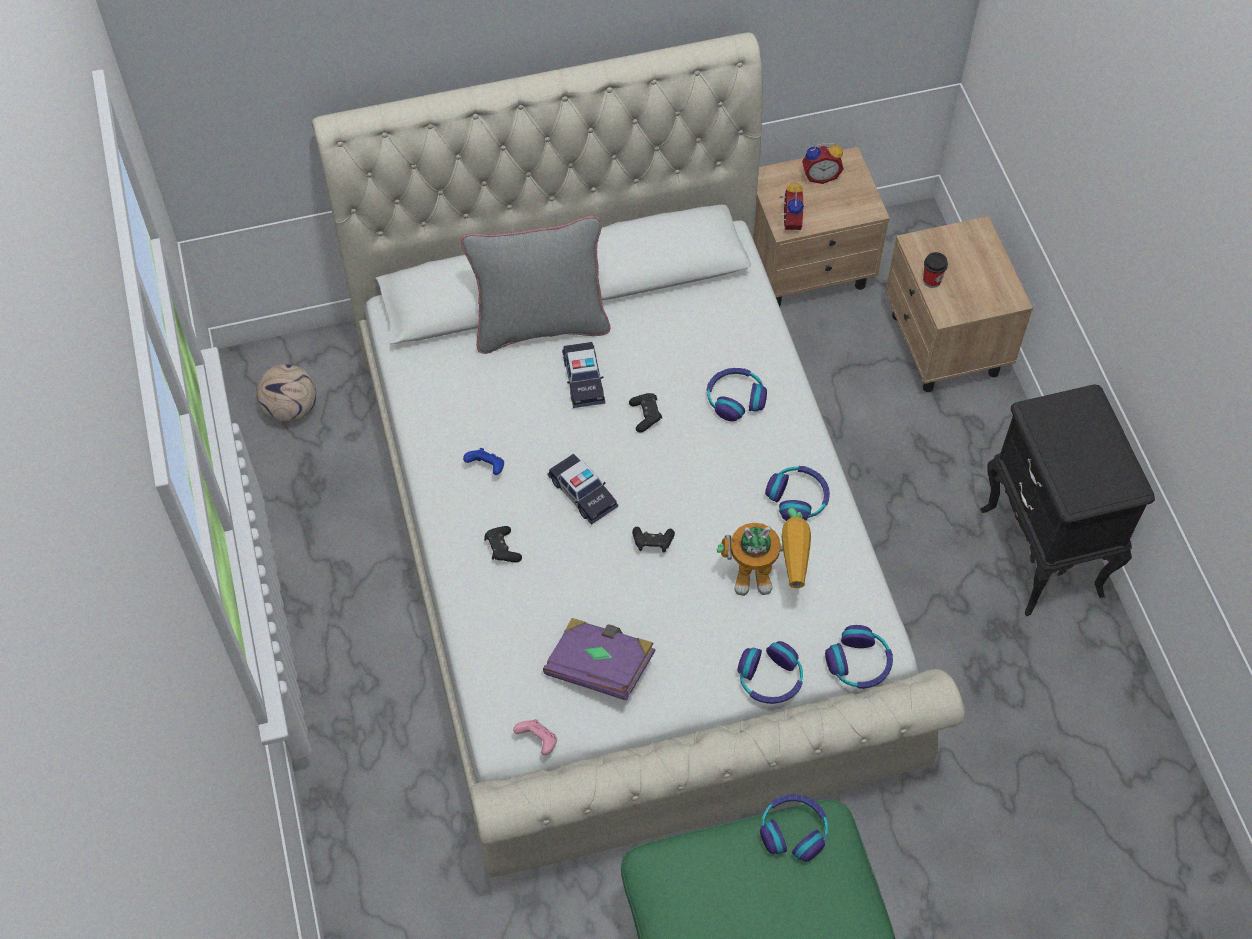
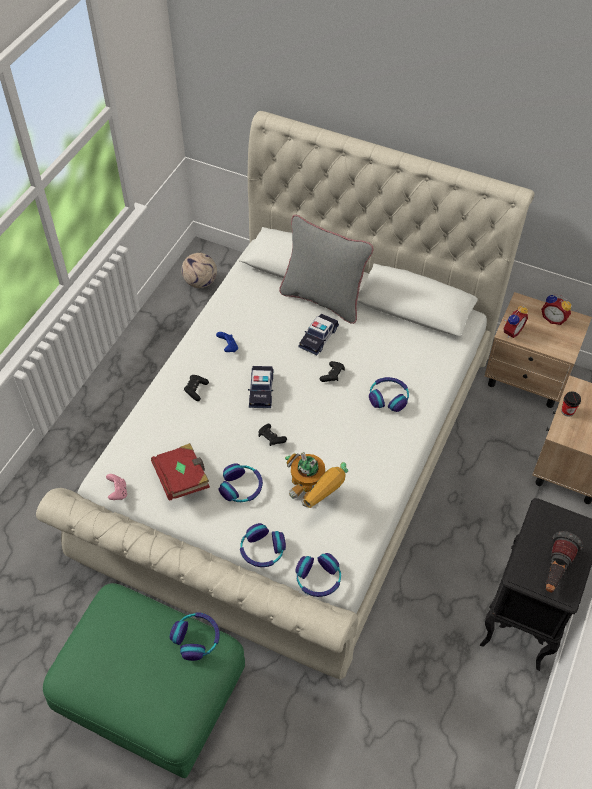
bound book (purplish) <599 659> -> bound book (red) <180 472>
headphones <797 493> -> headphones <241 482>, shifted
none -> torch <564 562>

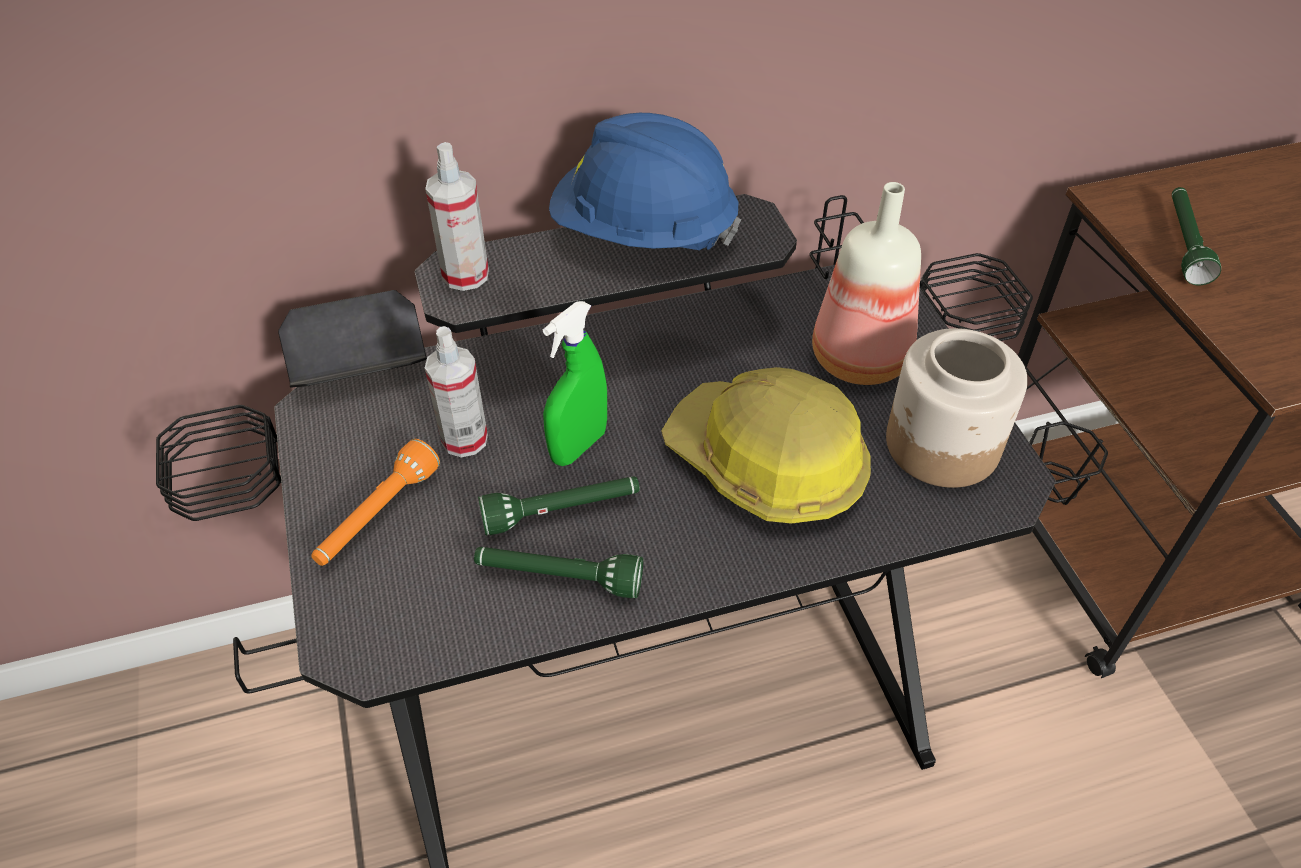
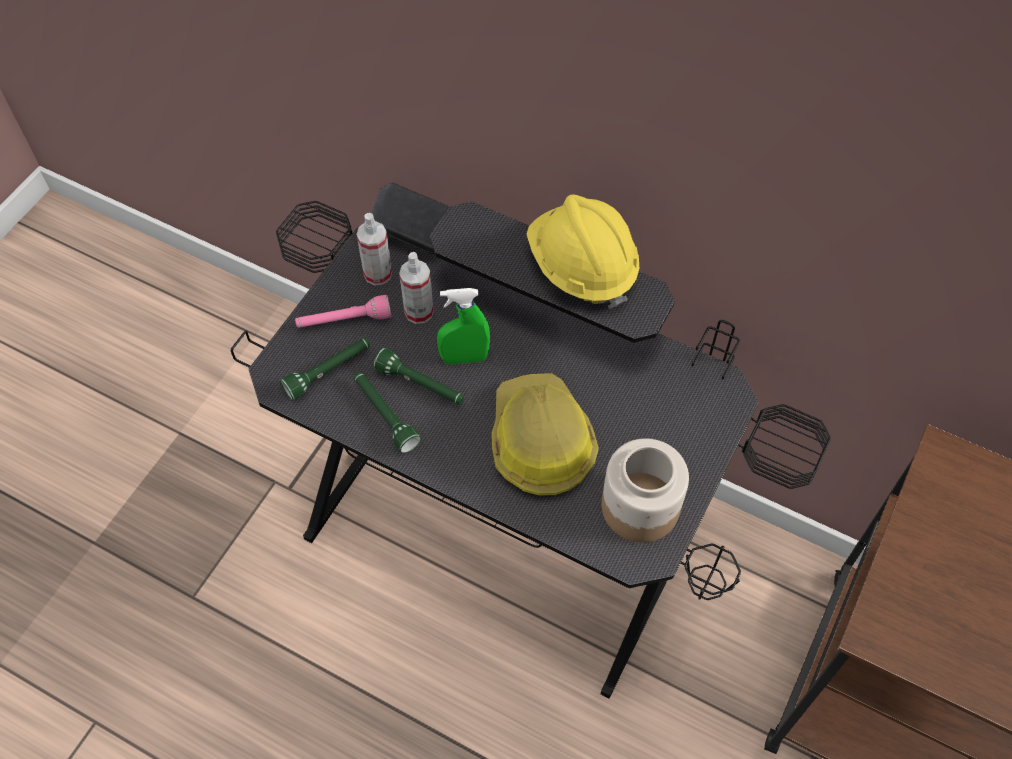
torch (green-coloured) <1196 236> -> torch (green-coloured) <325 369>, shifted
torch (orange) <375 502> -> torch (pinkish) <343 311>
hand sprayer <457 216> -> hand sprayer <374 249>, shifted
work helmet (blue-coloured) <645 181> -> work helmet (yellow) <583 251>
drink bottle <866 283> -> none

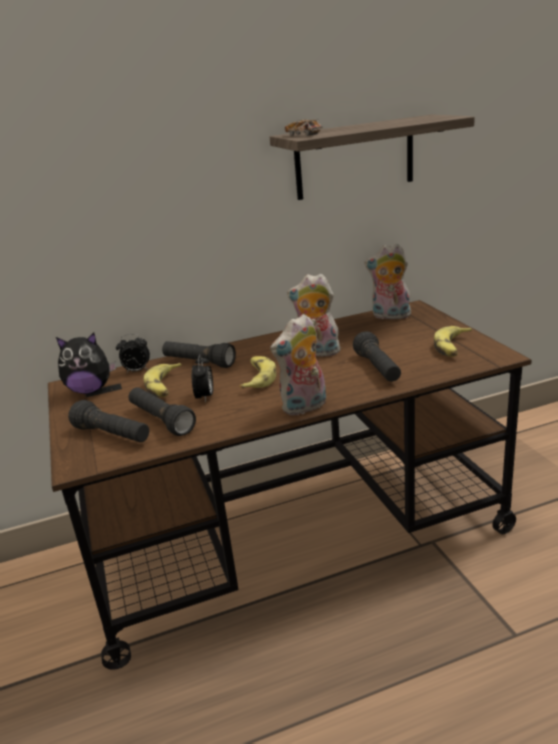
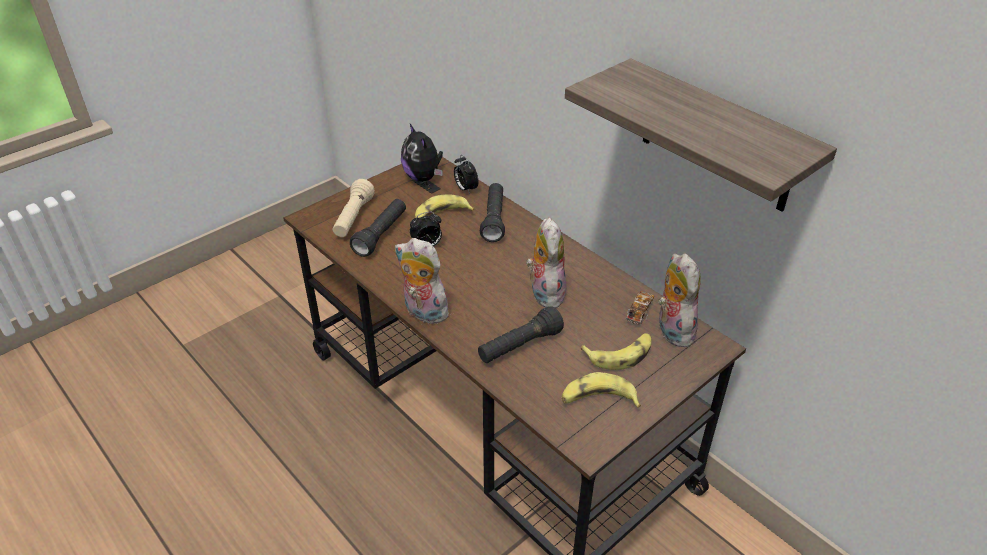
torch (blackish) <108 421> -> torch (beige) <354 208>
banana fruit <257 372> -> banana fruit <616 351>, shifted
model car <304 127> -> model car <639 307>, shifted

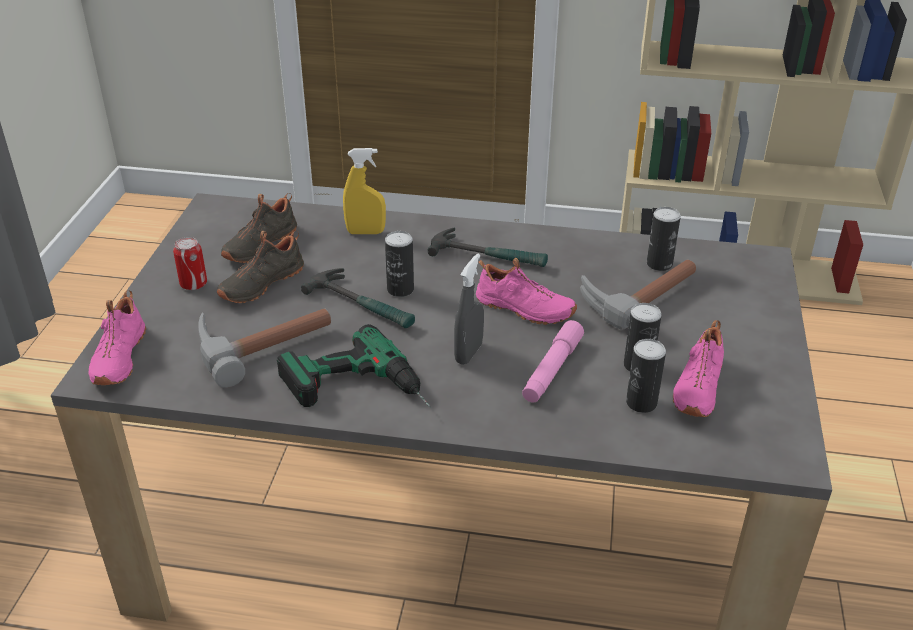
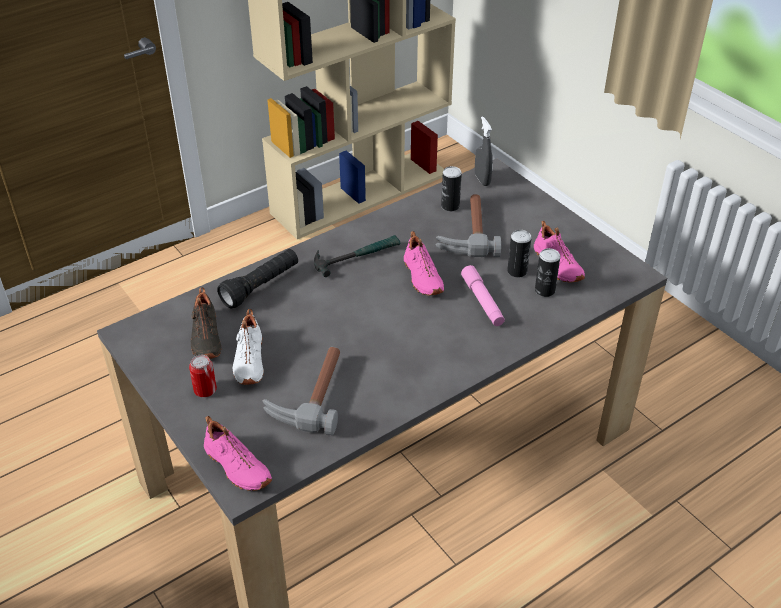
hand sprayer (yellow) <364 191> -> torch (blackish) <257 279>
shoe (blackish) <260 267> -> shoe (white) <248 347>
shoe (pinkish) <526 291> -> shoe (pinkish) <424 263>, 90 degrees clockwise
hand sprayer (grey) <469 309> -> hand sprayer (grey) <484 151>, shifted
power drill <354 365> -> none
hammer <358 298> -> none
sealed can <399 264> -> none

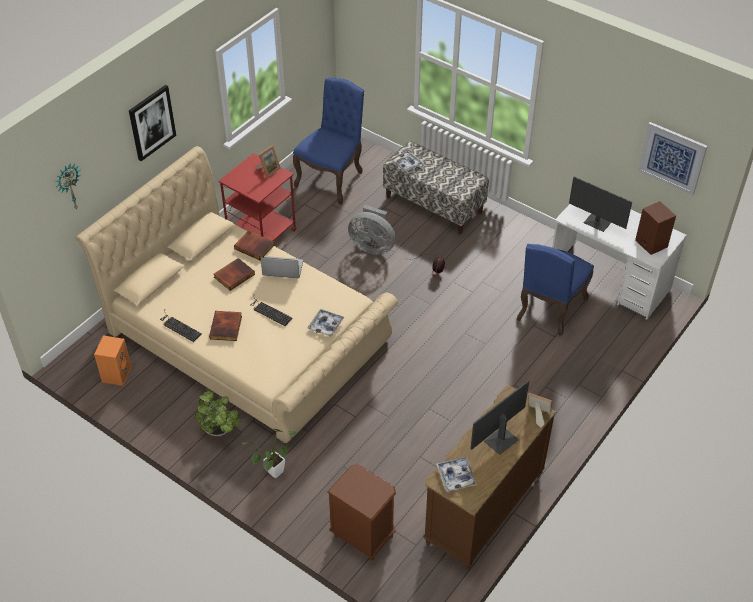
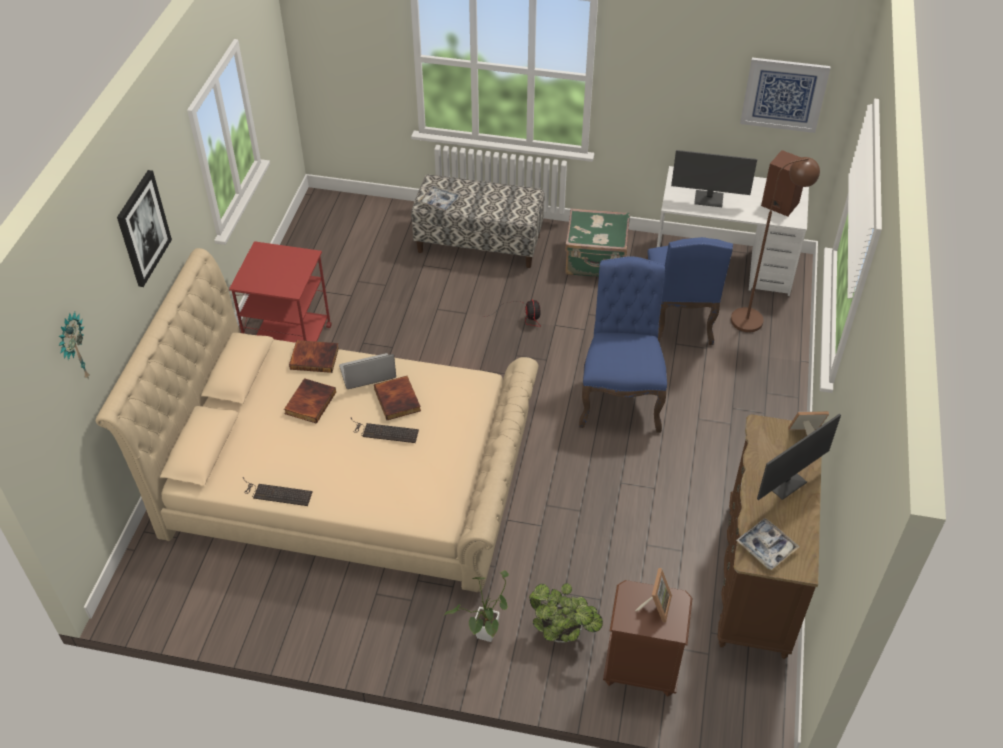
bound book <225 326> -> bound book <397 398>, shifted
houseplant <218 413> -> houseplant <566 613>, shifted
none -> suitcase (green-coloured) <597 242>
plain chair (blue-coloured) <328 141> -> plain chair (blue-coloured) <623 344>, shifted
standing frame <268 162> -> standing frame <653 595>, shifted
none -> floor lamp (brown-coloured) <775 245>
computer display <499 417> -> computer display <799 457>, 150 degrees counterclockwise
audio speaker (orange) <112 360> -> none
serving tray <326 323> -> none
fan (grey) <371 230> -> none

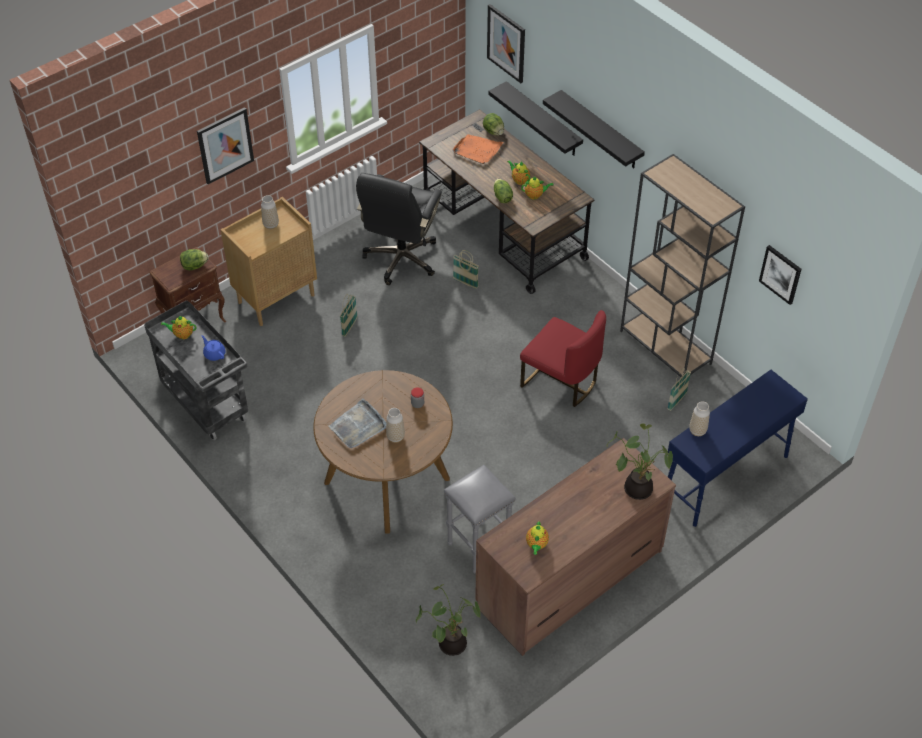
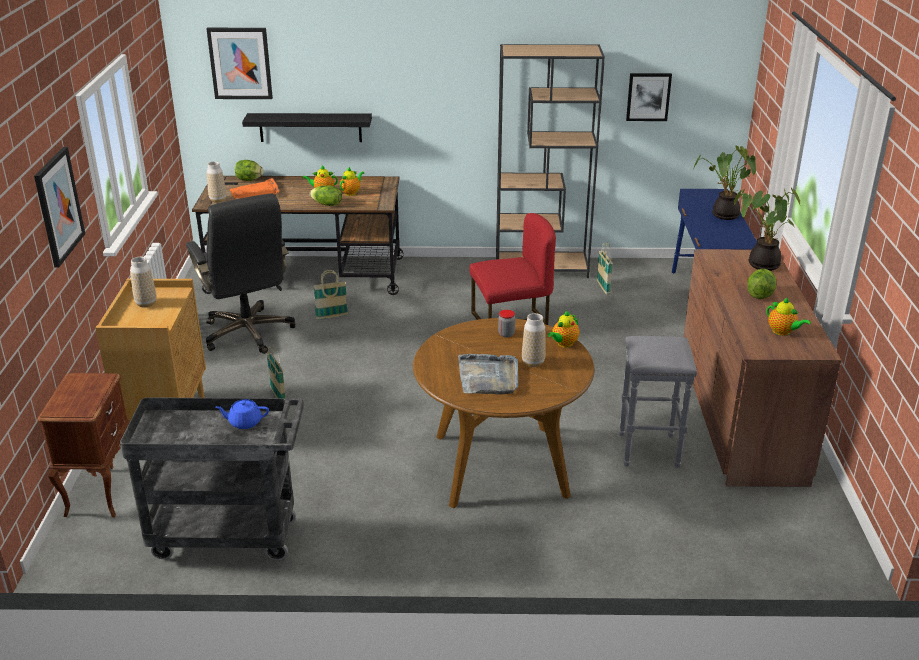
flower vase <699 418> -> flower vase <216 182>, shifted
teapot <178 327> -> teapot <563 328>, shifted
houseplant <448 620> -> houseplant <725 183>, shifted
head of lettuce <194 259> -> head of lettuce <761 284>, shifted
bracket shelf (blackish) <594 129> -> none

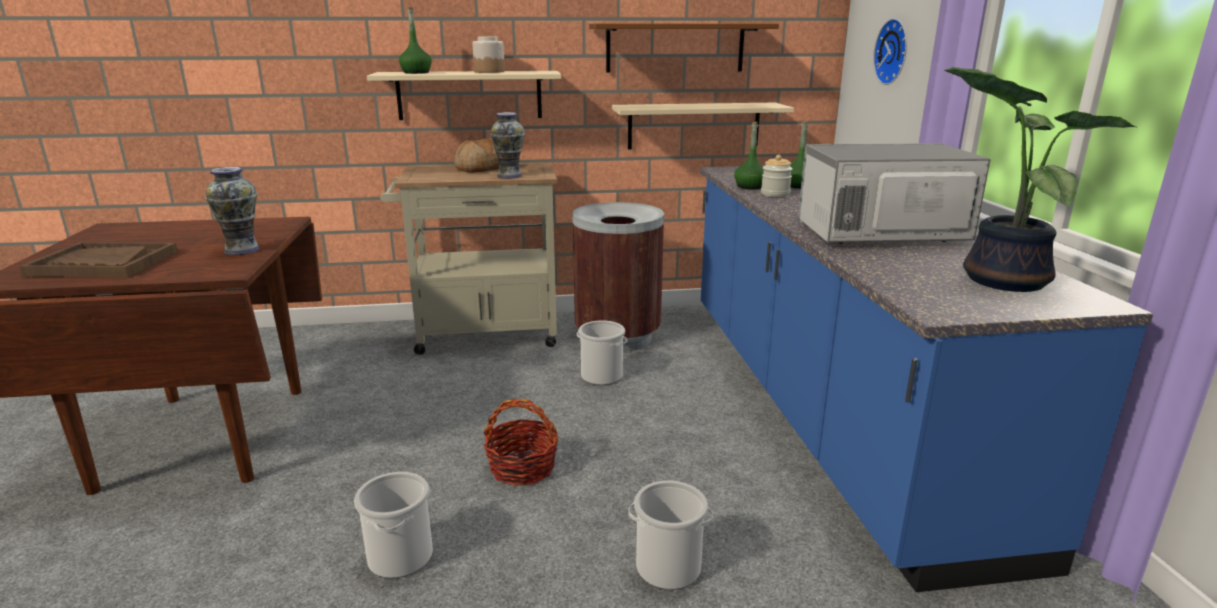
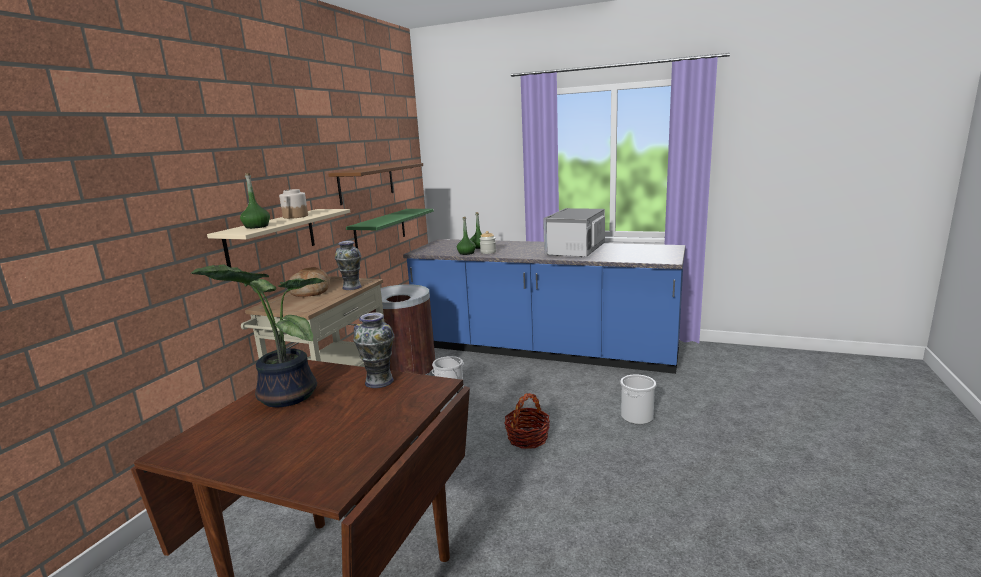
houseplant <1040 179> -> houseplant <257 335>, shifted
bracket shelf (beige) <703 126> -> bracket shelf (green-coloured) <390 229>
serving tray (brown-coloured) <98 259> -> none
water bucket <393 525> -> none
wall clock <890 51> -> none

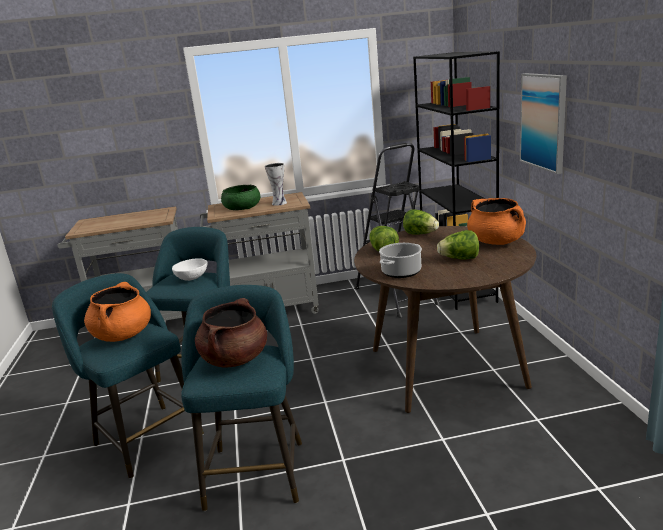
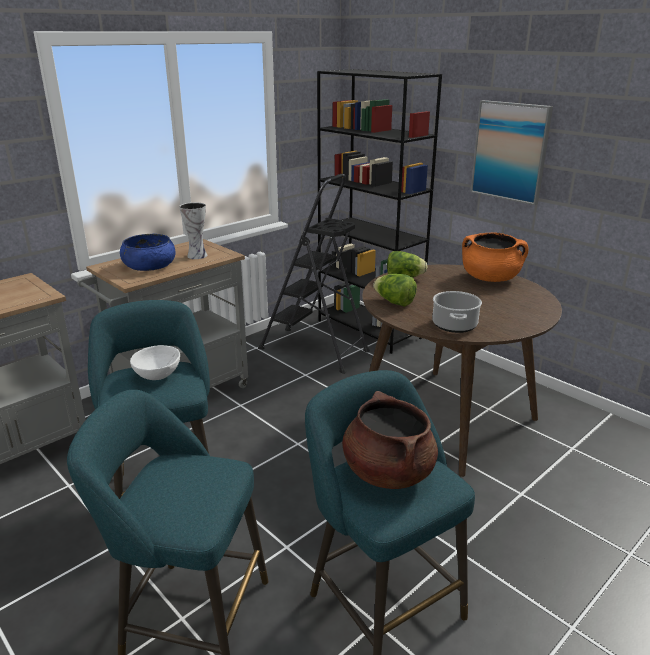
serving bowl (green-coloured) <240 197> -> serving bowl (blue-coloured) <148 252>
saucepot (orange) <117 312> -> none
head of lettuce <458 245> -> none

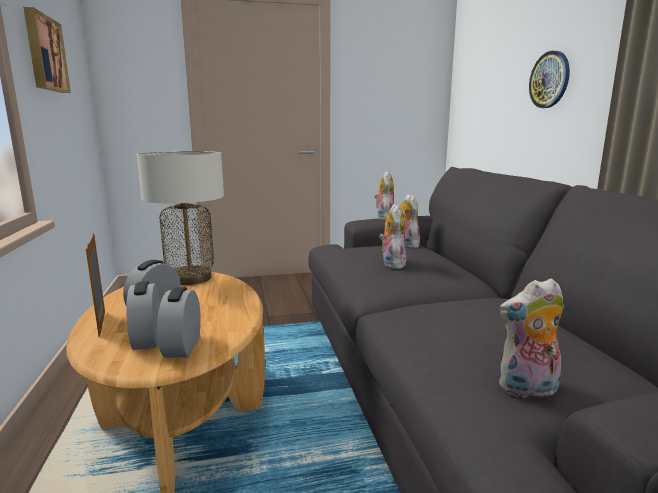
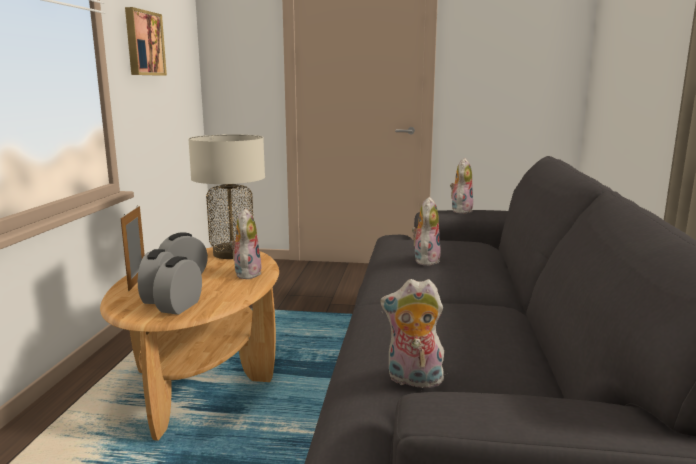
plush toy <410 221> -> plush toy <246 244>, shifted
wall clock <549 79> -> none

